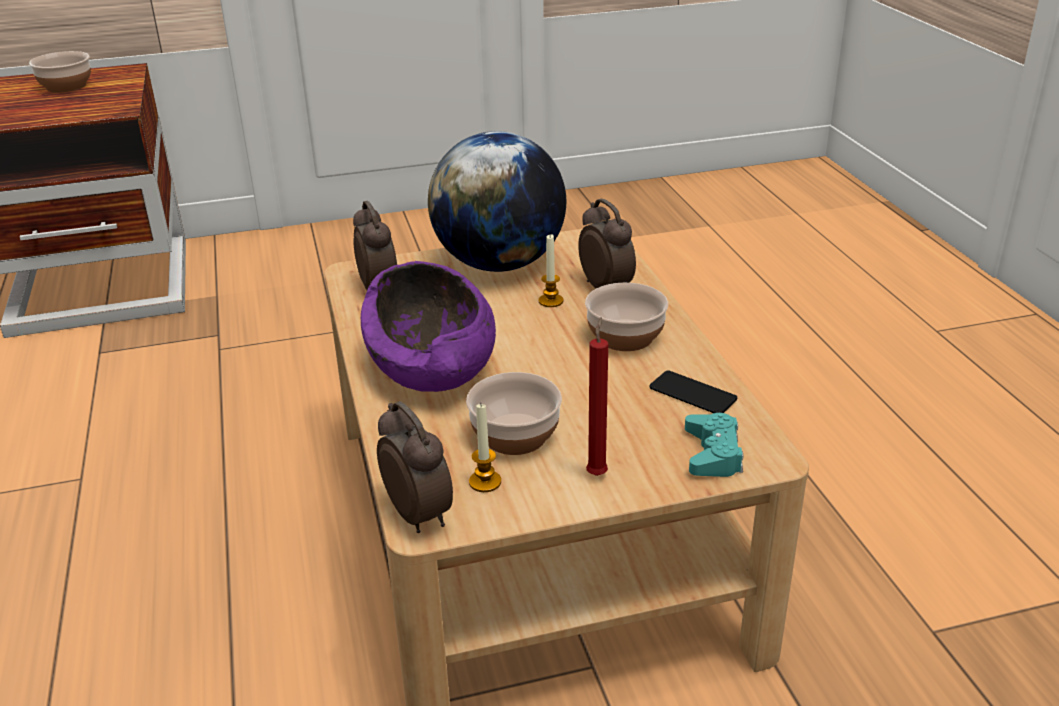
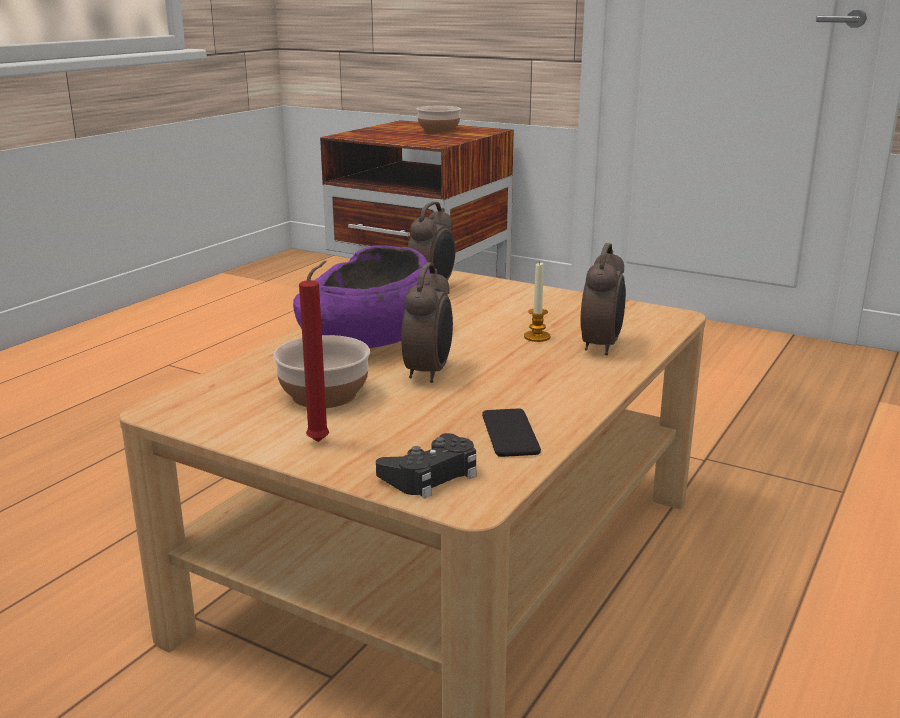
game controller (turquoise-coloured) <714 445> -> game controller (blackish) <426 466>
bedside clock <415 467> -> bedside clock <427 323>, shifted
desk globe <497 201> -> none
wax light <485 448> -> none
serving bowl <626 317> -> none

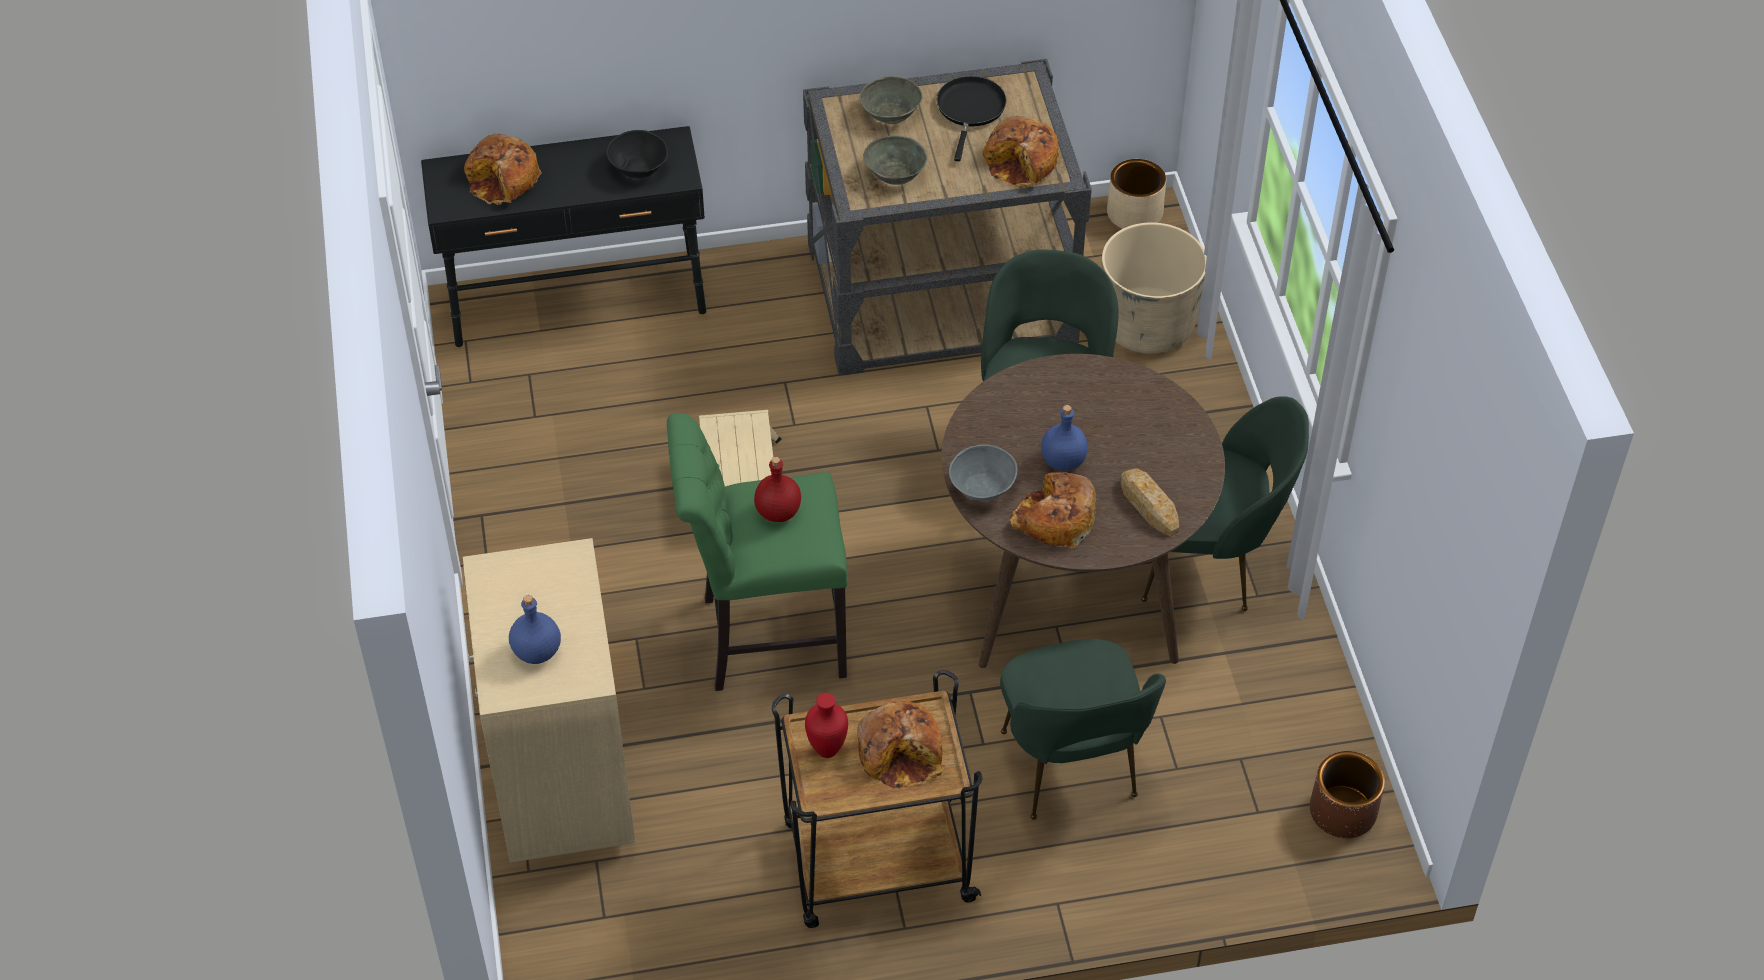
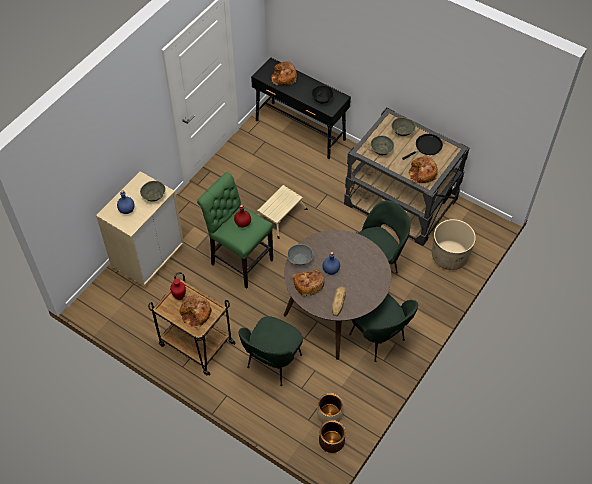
none -> serving bowl (grey) <153 191>
plant pot (beige) <1136 194> -> plant pot (beige) <330 408>, shifted

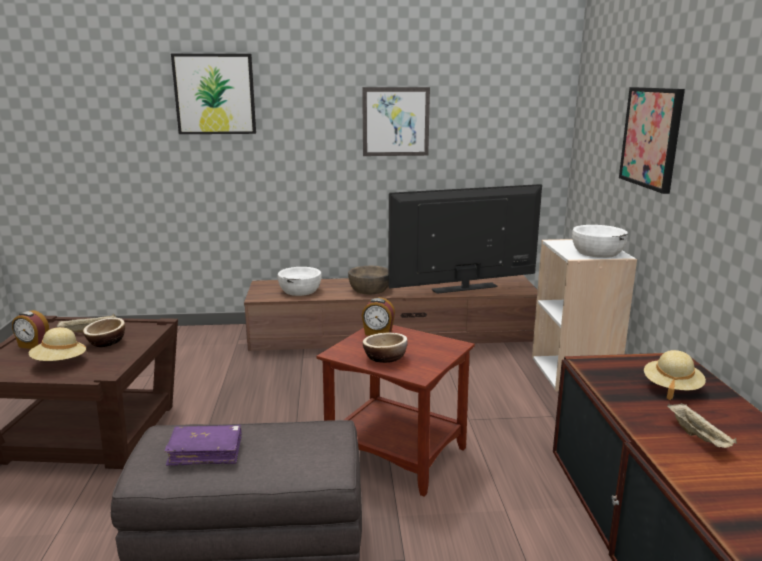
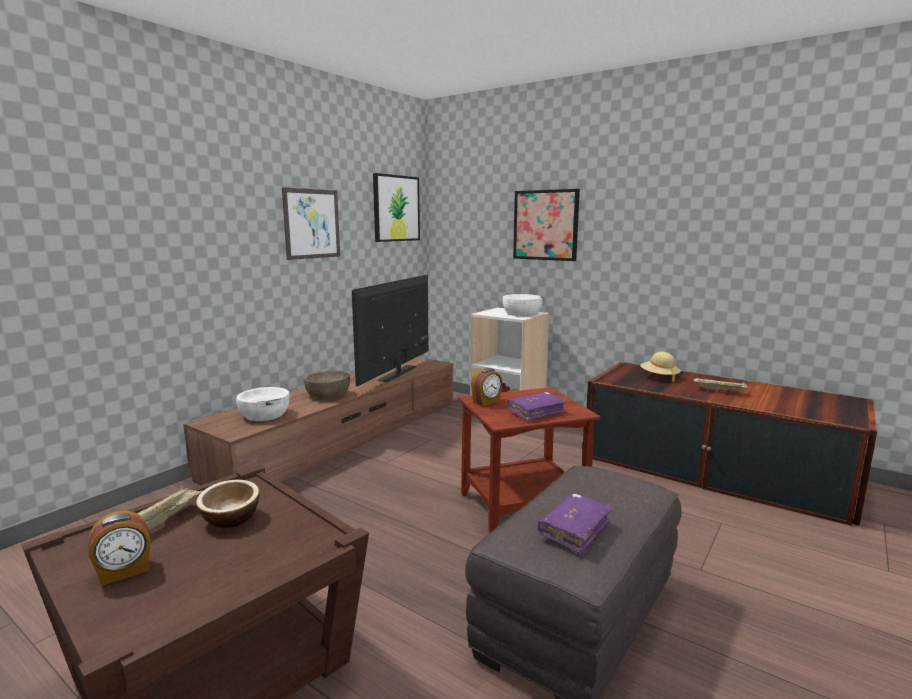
wall picture <213 94> -> wall picture <396 207>, shifted
serving bowl <385 348> -> bound book (purplish) <537 407>
wearable hat (beige) <58 344> -> none

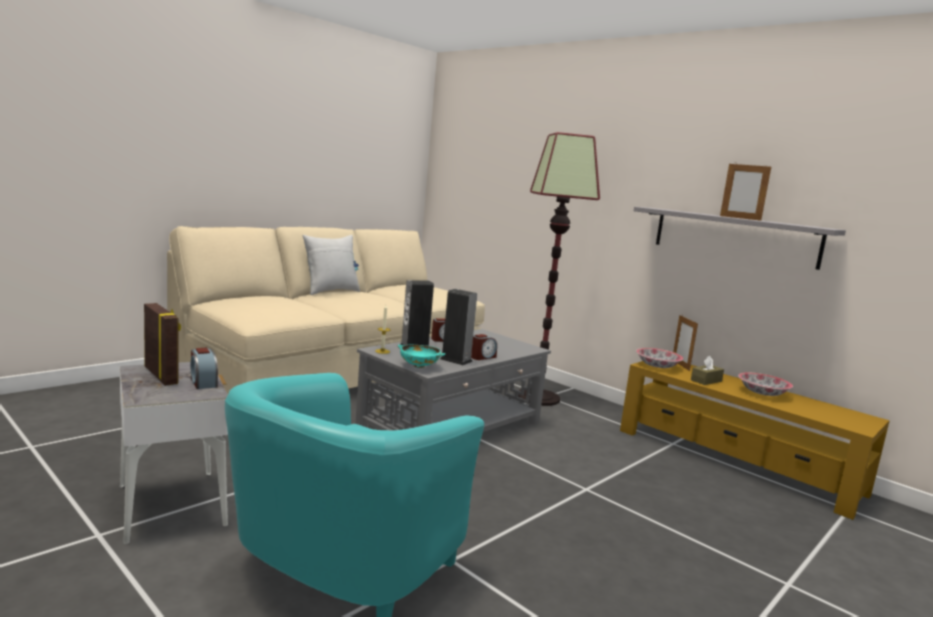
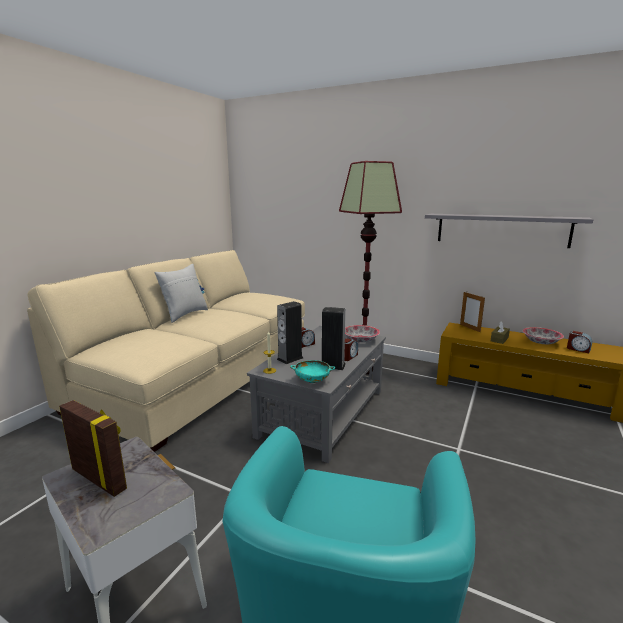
serving bowl <659 358> -> serving bowl <362 334>, shifted
bedside clock <204 368> -> bedside clock <579 342>, shifted
standing frame <745 191> -> none

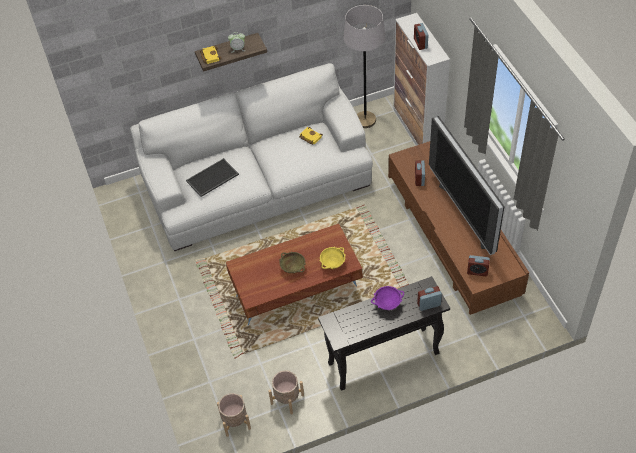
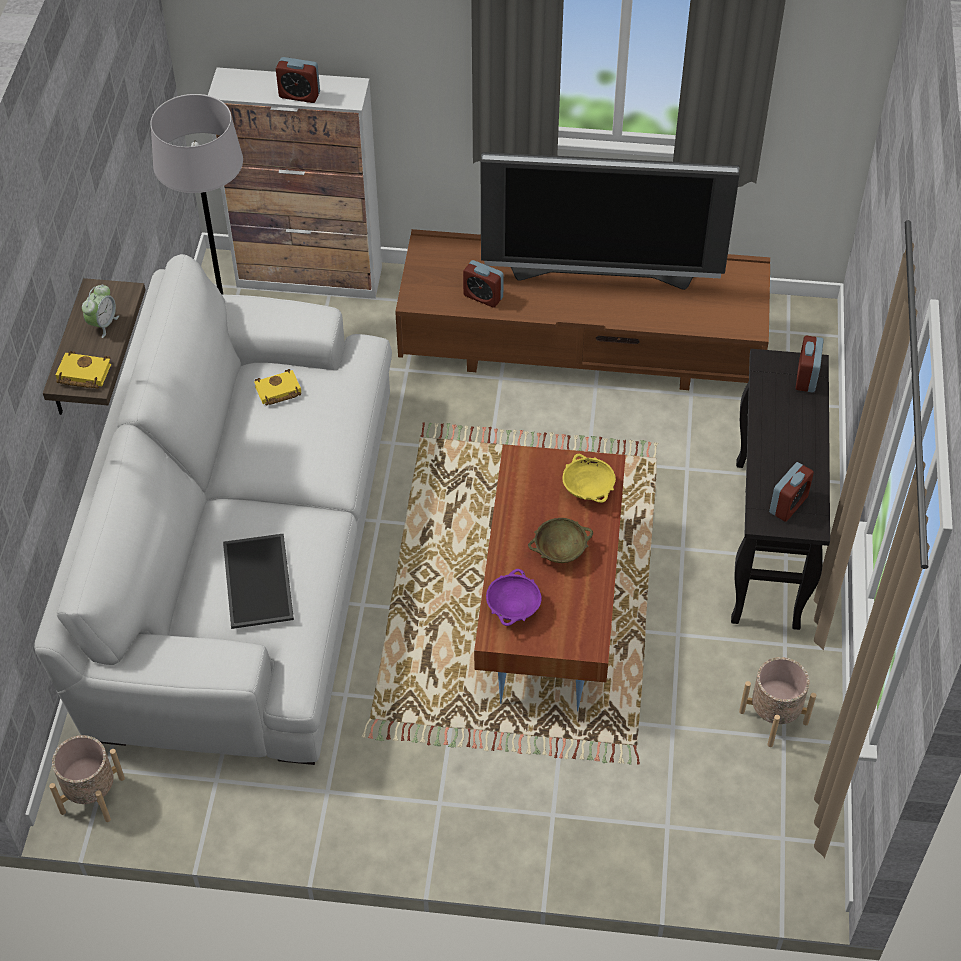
plant pot (beige) <234 415> -> plant pot (beige) <87 778>, shifted
serving bowl (purplish) <387 298> -> serving bowl (purplish) <514 597>, shifted
bedside clock <478 265> -> bedside clock <791 492>, shifted

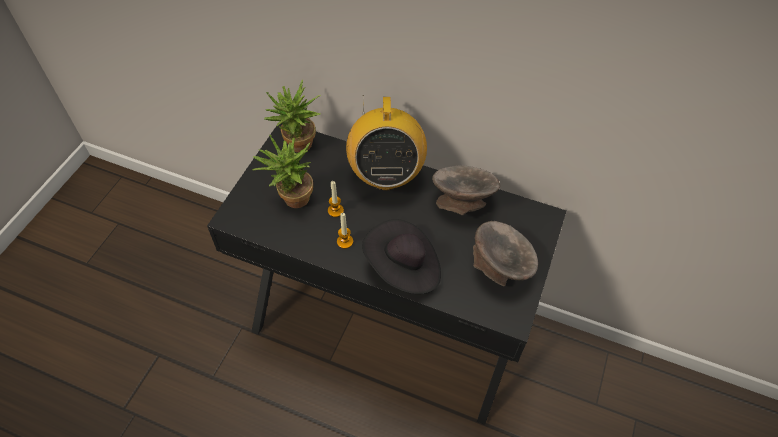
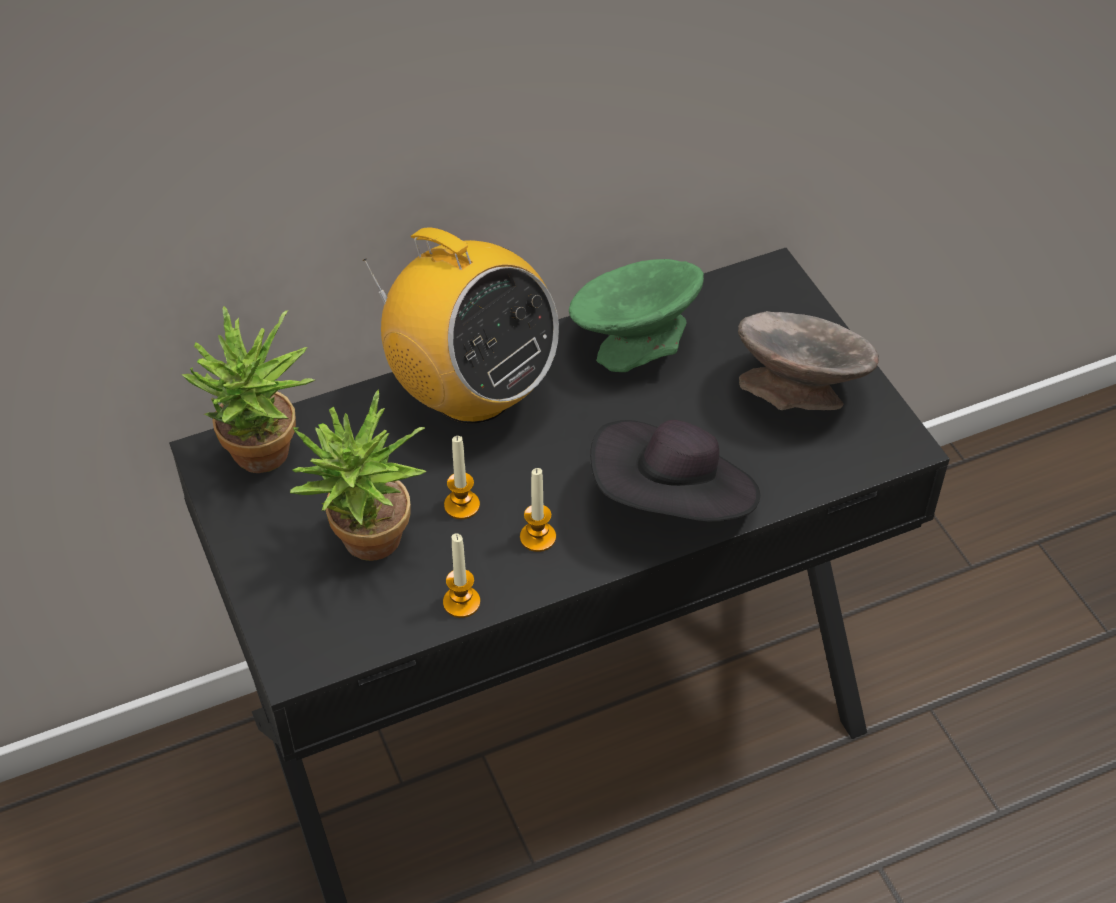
none -> wax light <461 575>
serving bowl (grey) <466 190> -> serving bowl (green-coloured) <636 315>

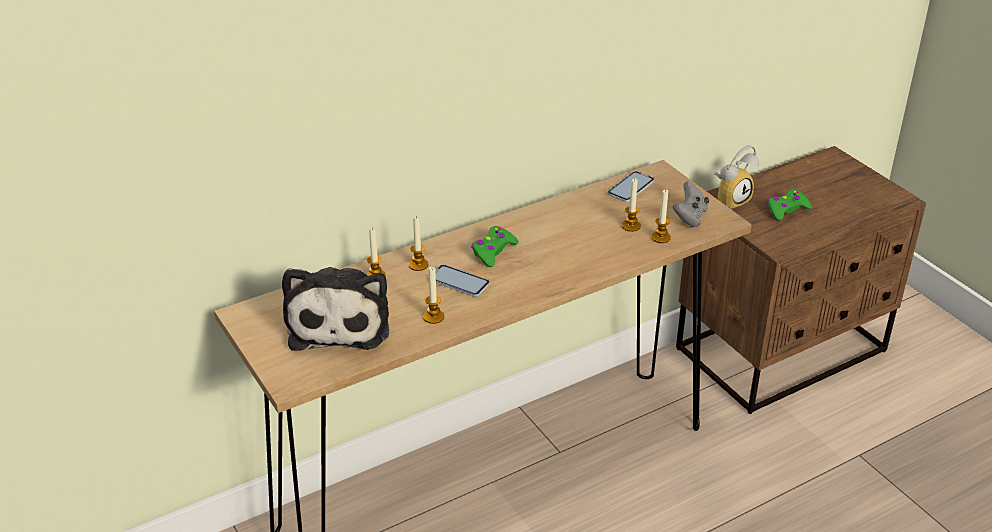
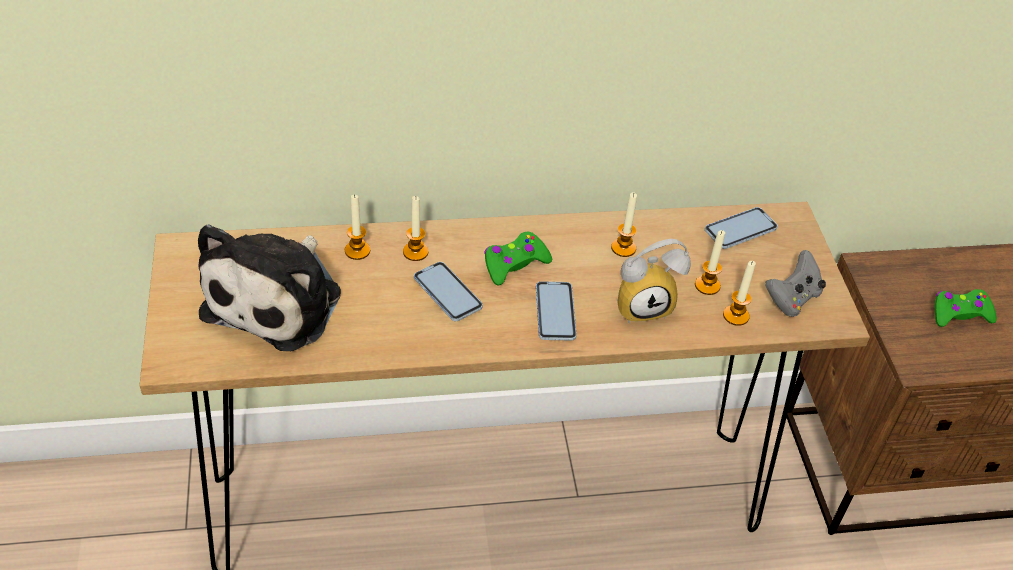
none -> handset <556 310>
wax light <433 295> -> wax light <624 224>, shifted
bedside clock <736 177> -> bedside clock <654 281>, shifted

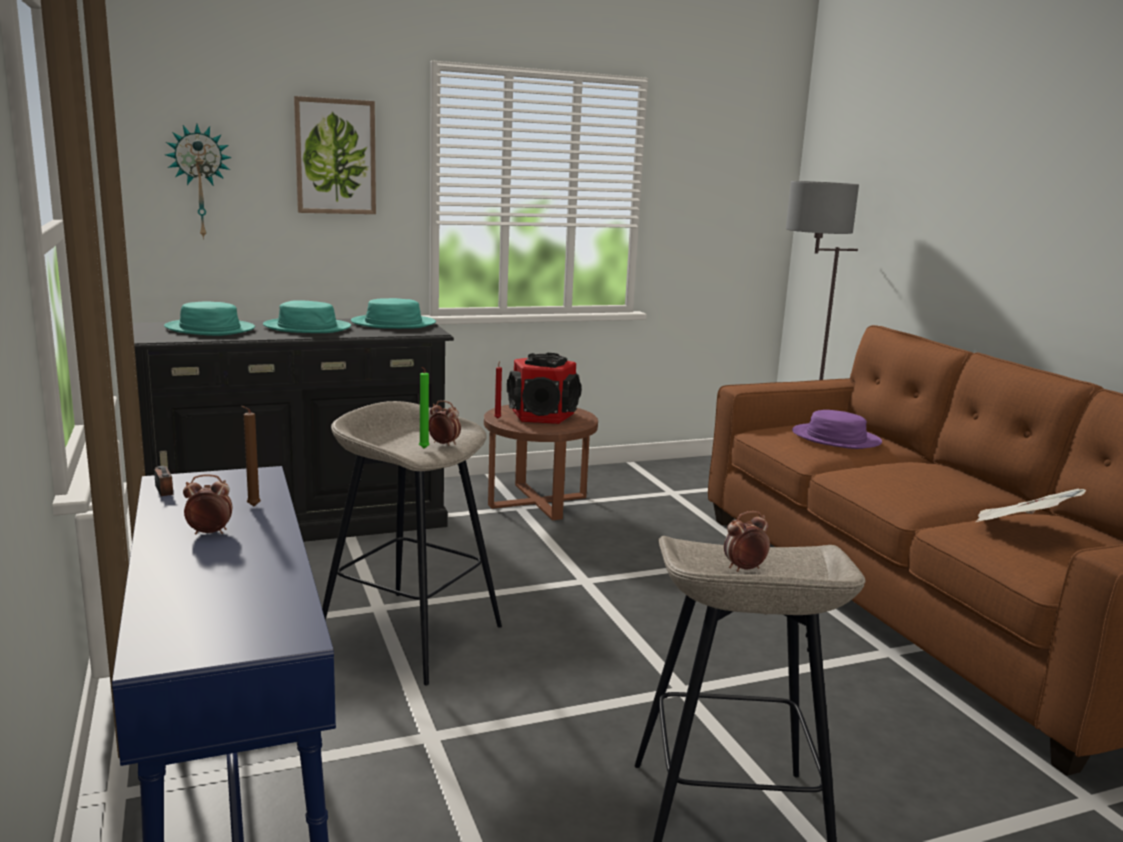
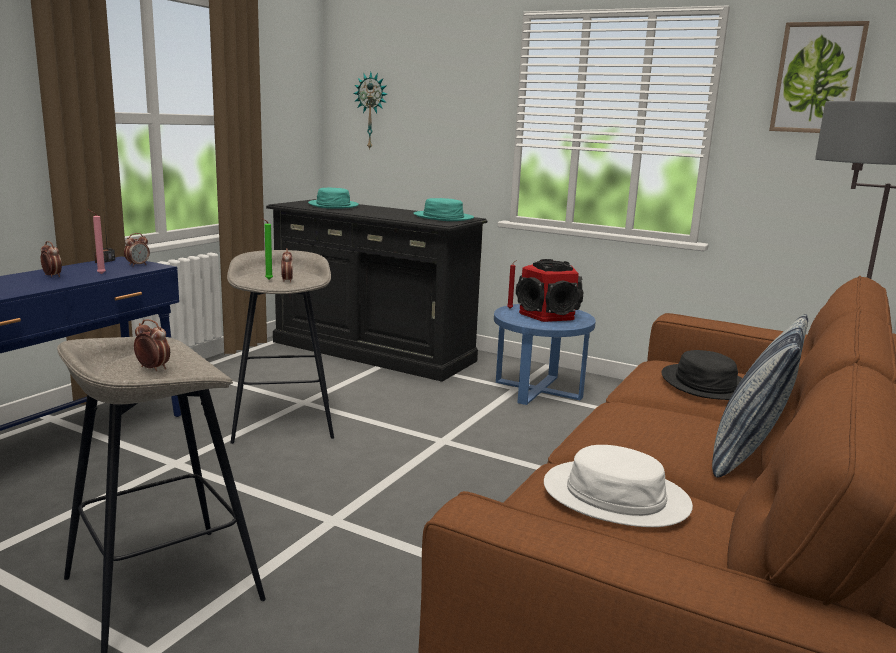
wax light (brown-coloured) <251 456> -> wax light (pinkish) <97 242>
none -> bedside clock <137 249>
end table (brown-coloured) <541 462> -> end table (blue-coloured) <545 354>
newspaper <1031 505> -> wearable hat (white) <618 486>
wearable hat (purplish) <837 429> -> wearable hat (blackish) <701 375>
none -> pillow <760 396>
wall picture <335 155> -> wall picture <819 77>, shifted
wearable hat (turquoise-coloured) <307 316> -> none

